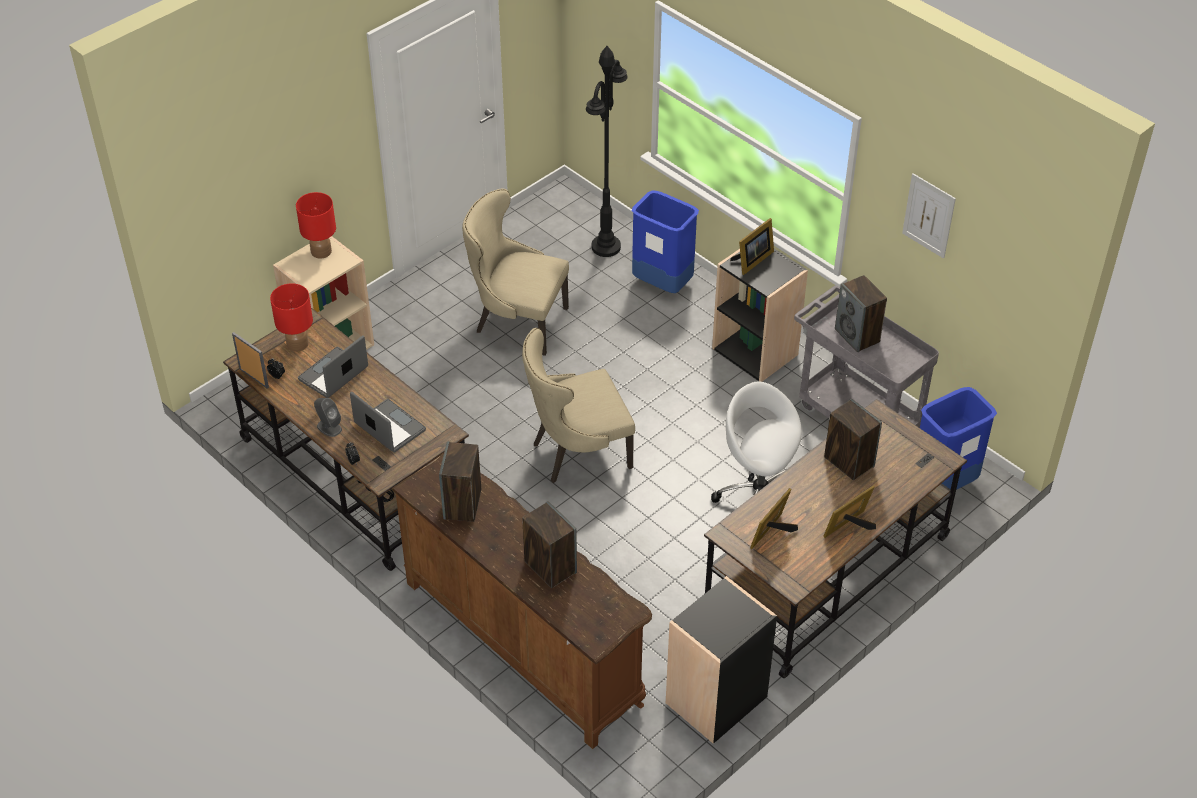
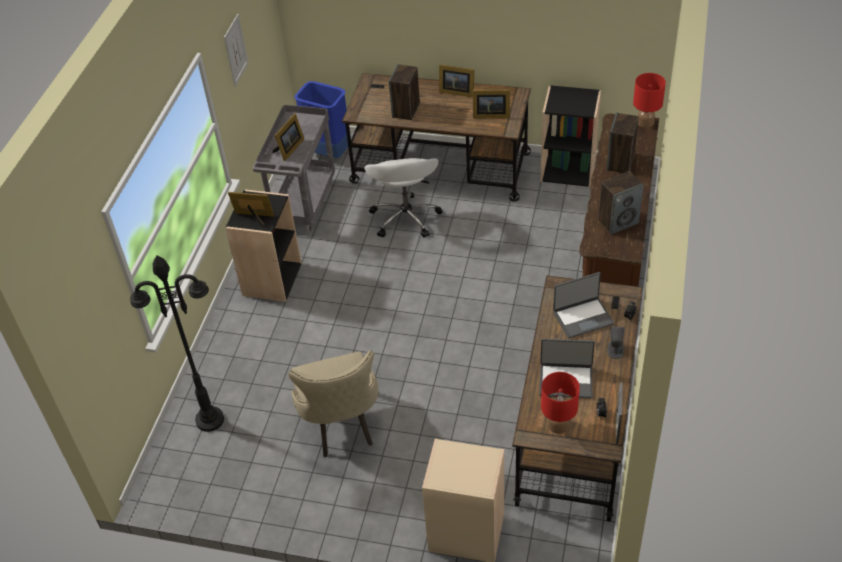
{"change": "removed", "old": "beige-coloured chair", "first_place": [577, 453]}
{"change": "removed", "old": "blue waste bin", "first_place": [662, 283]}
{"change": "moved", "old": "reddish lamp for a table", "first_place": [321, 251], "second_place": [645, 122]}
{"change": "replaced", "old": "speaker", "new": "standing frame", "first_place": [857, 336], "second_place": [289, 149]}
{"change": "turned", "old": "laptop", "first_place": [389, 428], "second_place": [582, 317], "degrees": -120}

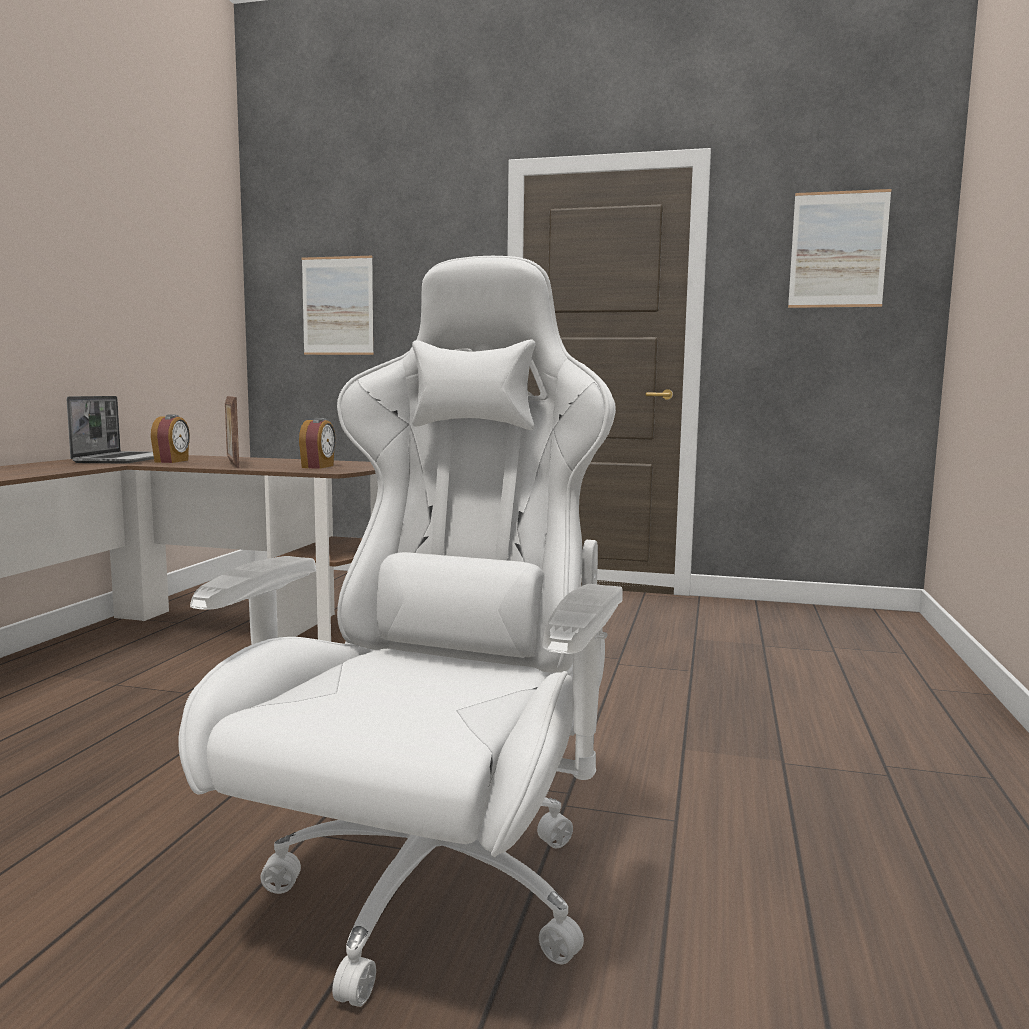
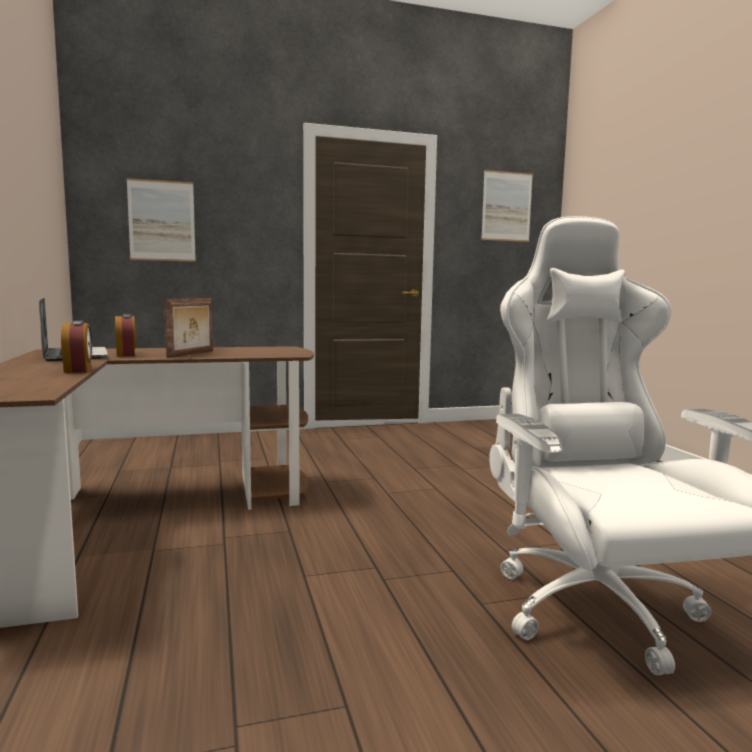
{"change": "moved", "old": "alarm clock", "first_place": [318, 467], "second_place": [79, 370]}
{"change": "turned", "old": "standing frame", "first_place": [232, 464], "second_place": [192, 354], "degrees": -105}

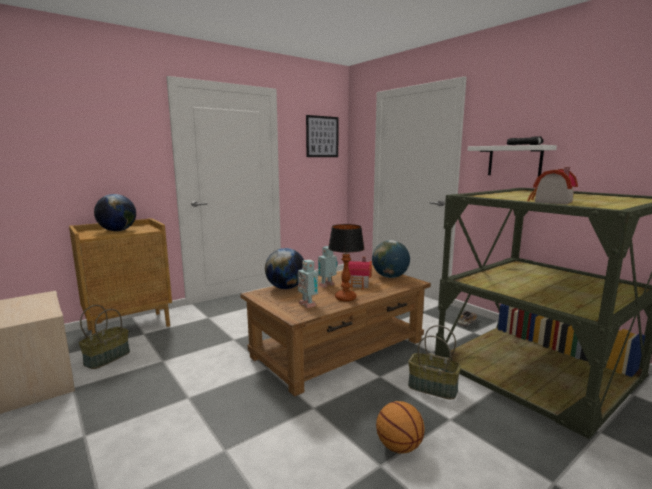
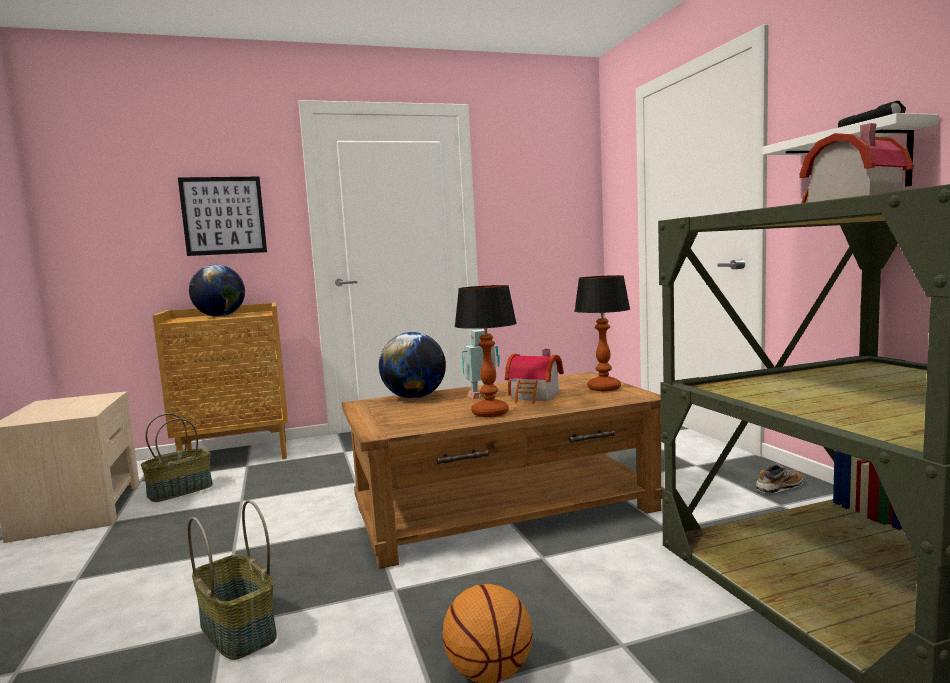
{"change": "removed", "old": "robot figure", "first_place": [308, 304]}
{"change": "moved", "old": "wall art", "first_place": [322, 136], "second_place": [223, 216]}
{"change": "moved", "old": "storage basket", "first_place": [432, 388], "second_place": [236, 631]}
{"change": "replaced", "old": "world globe", "new": "lamp for a table", "first_place": [390, 277], "second_place": [604, 388]}

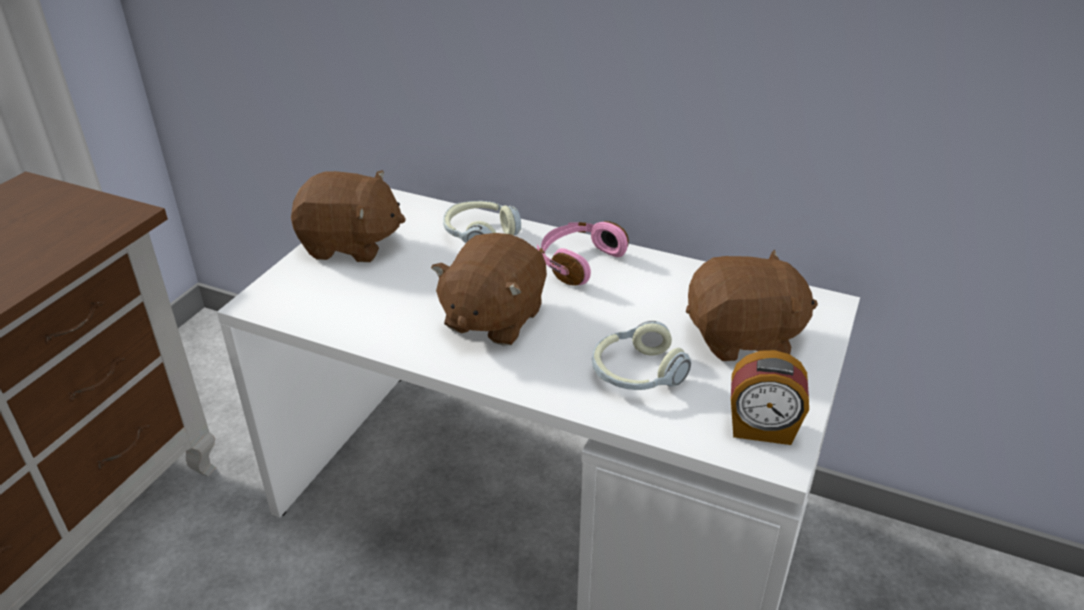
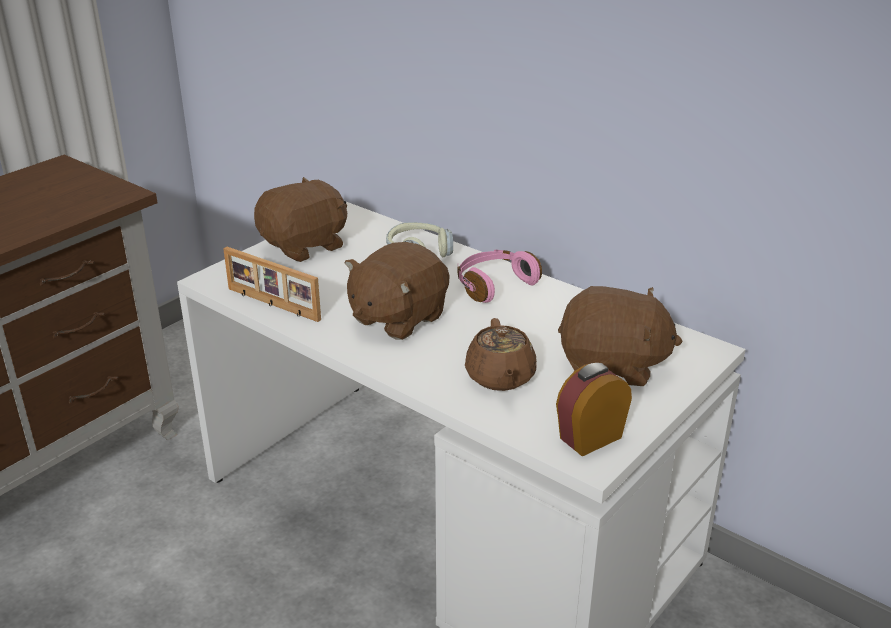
{"change": "added", "new": "standing frame", "second_place": [272, 305]}
{"change": "replaced", "old": "pair of headphones", "new": "brown tea pot", "first_place": [636, 373], "second_place": [500, 378]}
{"change": "turned", "old": "brown plush toy", "first_place": [350, 245], "second_place": [305, 246], "degrees": -60}
{"change": "turned", "old": "alarm clock", "first_place": [762, 429], "second_place": [589, 437], "degrees": 120}

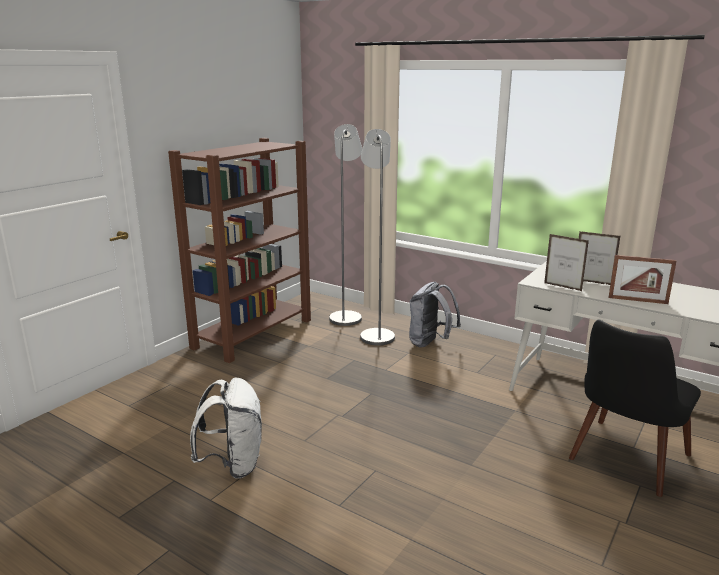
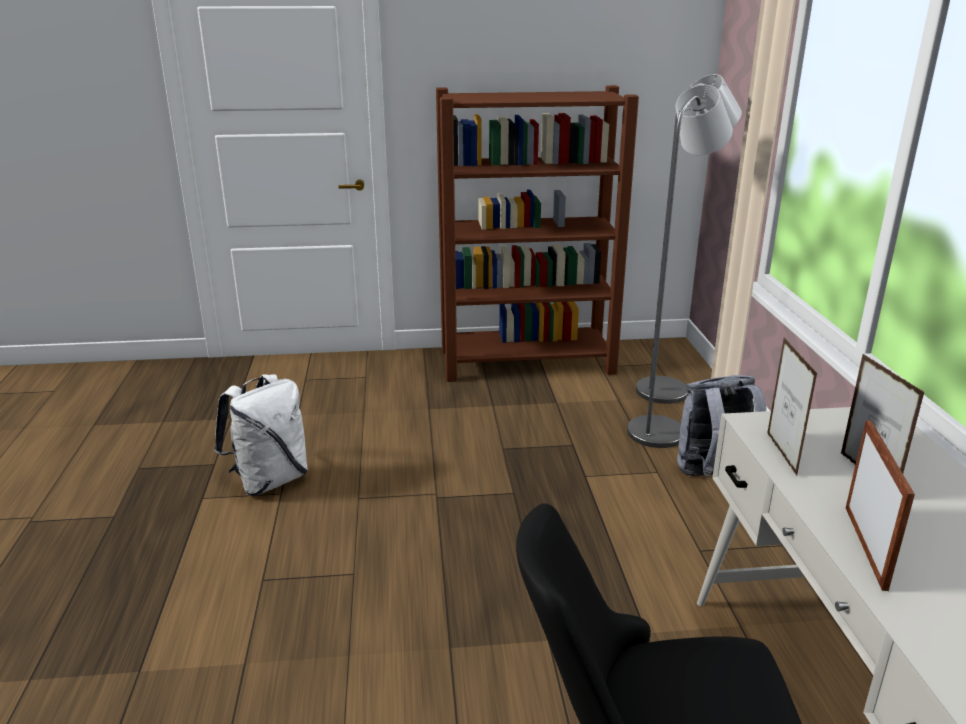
{"change": "turned", "old": "standing frame", "first_place": [637, 300], "second_place": [865, 546], "degrees": -150}

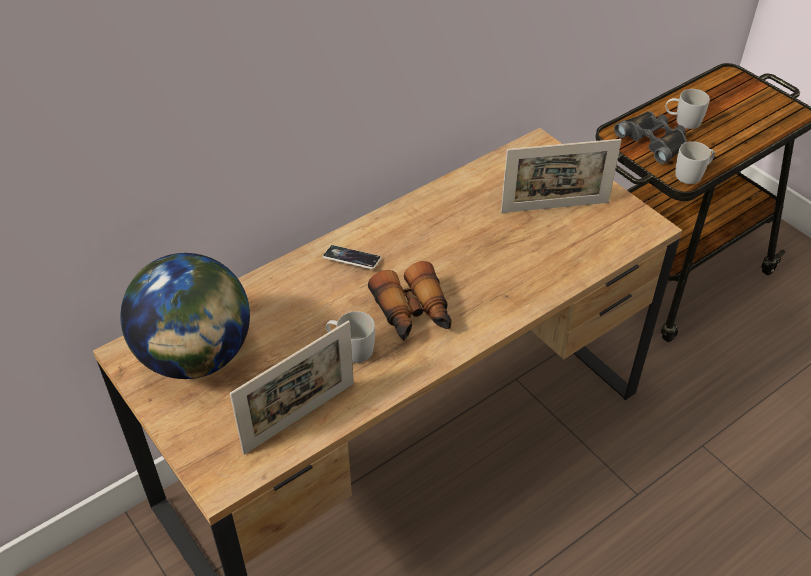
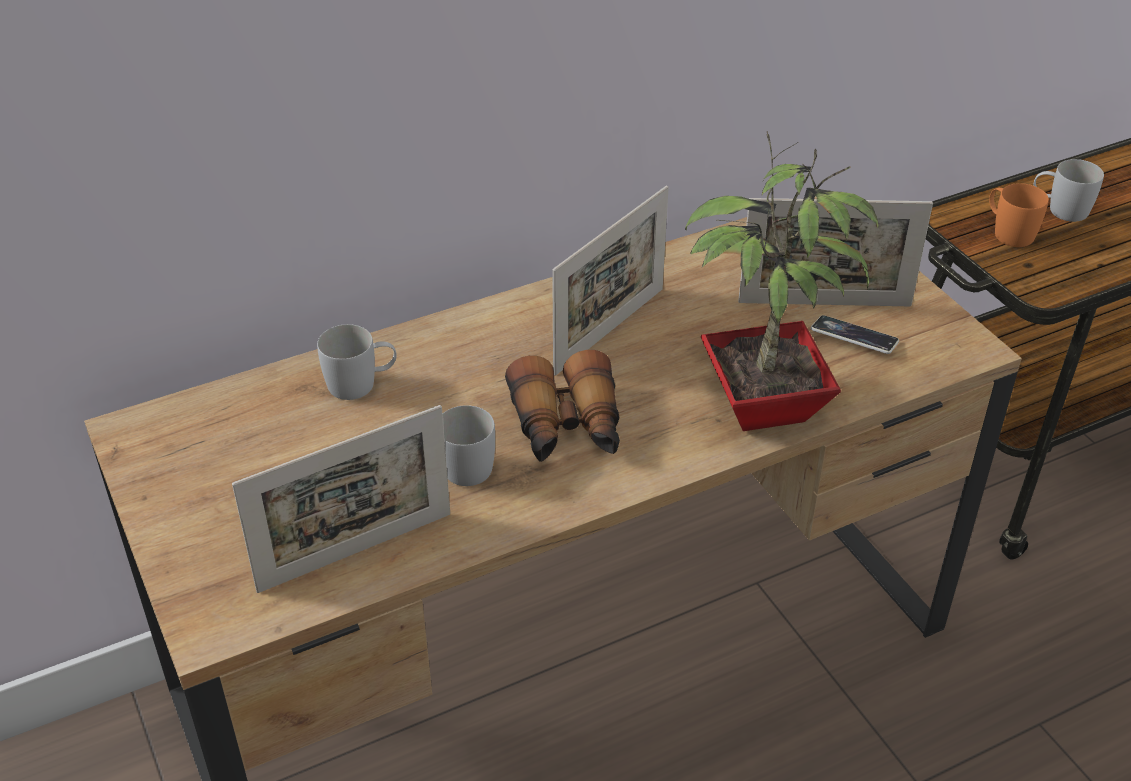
{"change": "removed", "old": "world globe", "first_place": [196, 356]}
{"change": "added", "new": "standing frame", "second_place": [609, 330]}
{"change": "added", "new": "plant in a pot", "second_place": [757, 407]}
{"change": "moved", "old": "handset", "first_place": [352, 260], "second_place": [853, 339]}
{"change": "moved", "old": "white-coloured tea mug", "first_place": [693, 174], "second_place": [361, 383]}
{"change": "replaced", "old": "black pair of binoculars", "new": "orange-coloured tea mug", "first_place": [654, 140], "second_place": [1007, 232]}

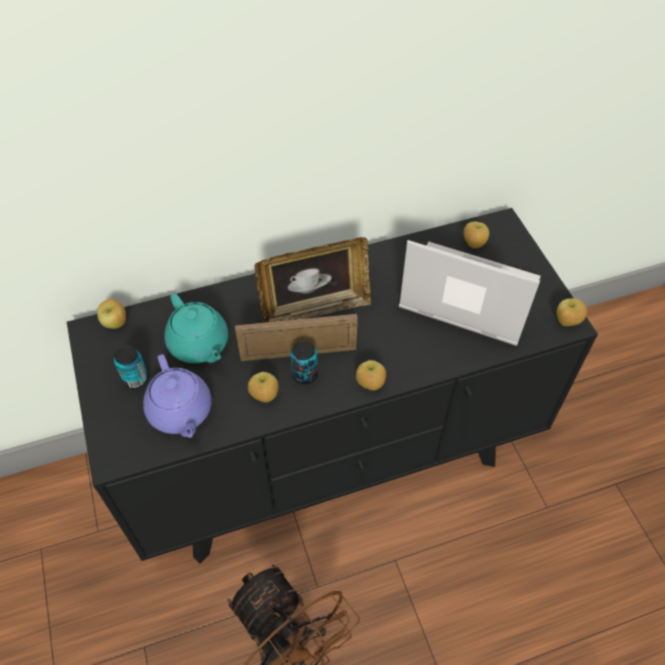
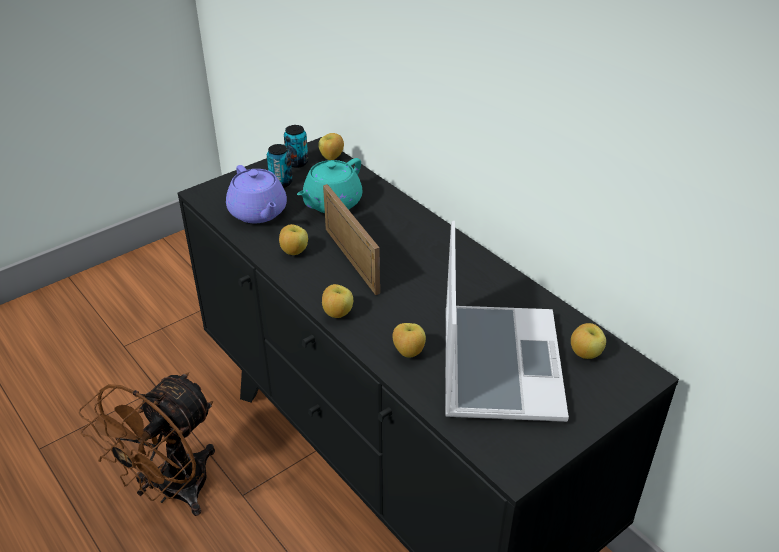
{"change": "removed", "old": "standing frame", "first_place": [315, 308]}
{"change": "moved", "old": "sealed can", "first_place": [305, 374], "second_place": [297, 162]}
{"change": "moved", "old": "whole apple", "first_place": [567, 321], "second_place": [408, 352]}
{"change": "turned", "old": "purple tea pot", "first_place": [180, 412], "second_place": [258, 212], "degrees": -75}

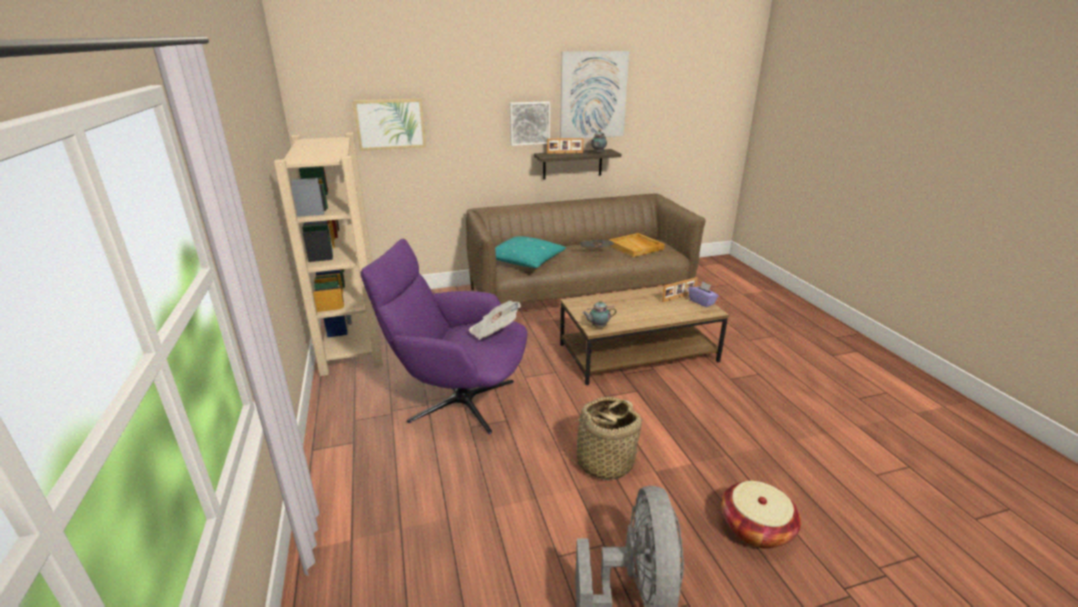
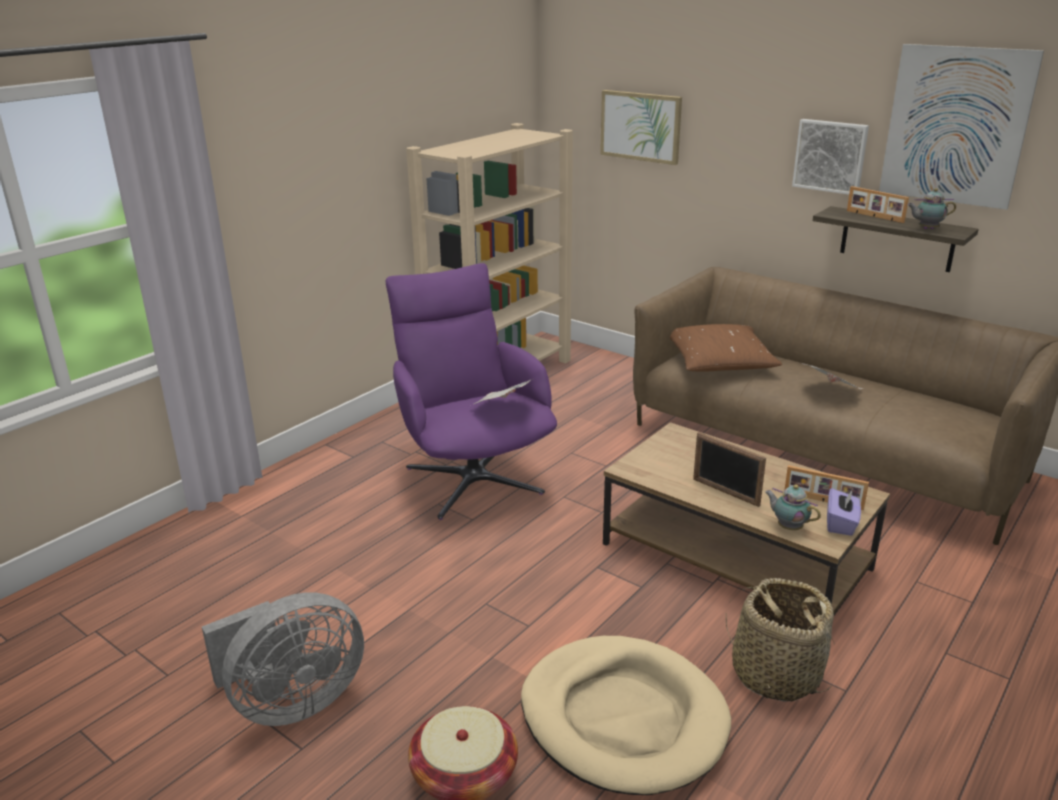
{"change": "removed", "old": "beige-coloured carrying tray", "first_place": [636, 247]}
{"change": "added", "new": "beige-coloured dog bed", "second_place": [623, 718]}
{"change": "added", "new": "standing frame", "second_place": [725, 492]}
{"change": "moved", "old": "storage basket", "first_place": [604, 462], "second_place": [775, 674]}
{"change": "moved", "old": "tea pot", "first_place": [598, 327], "second_place": [788, 527]}
{"change": "recoloured", "old": "turquoise cushion", "new": "brown cushion", "first_place": [525, 261], "second_place": [719, 362]}

